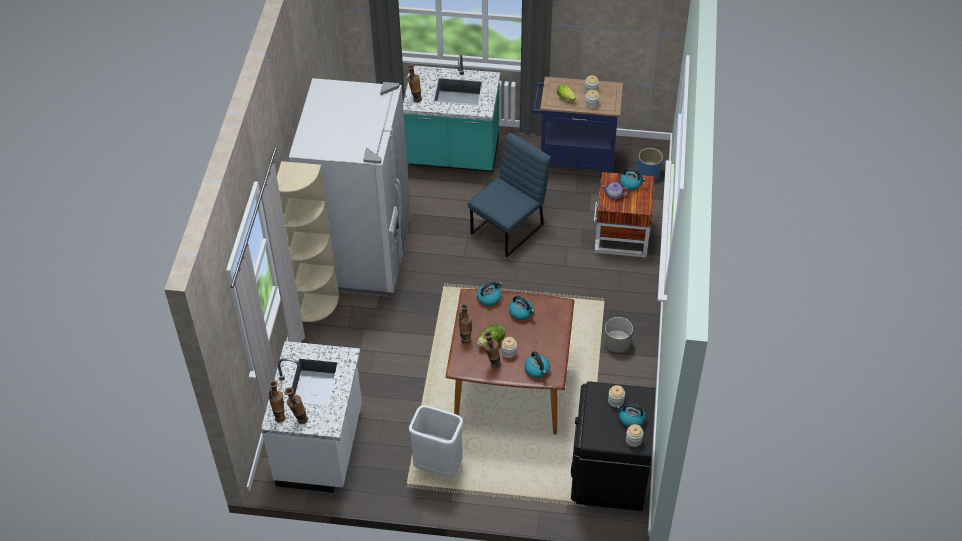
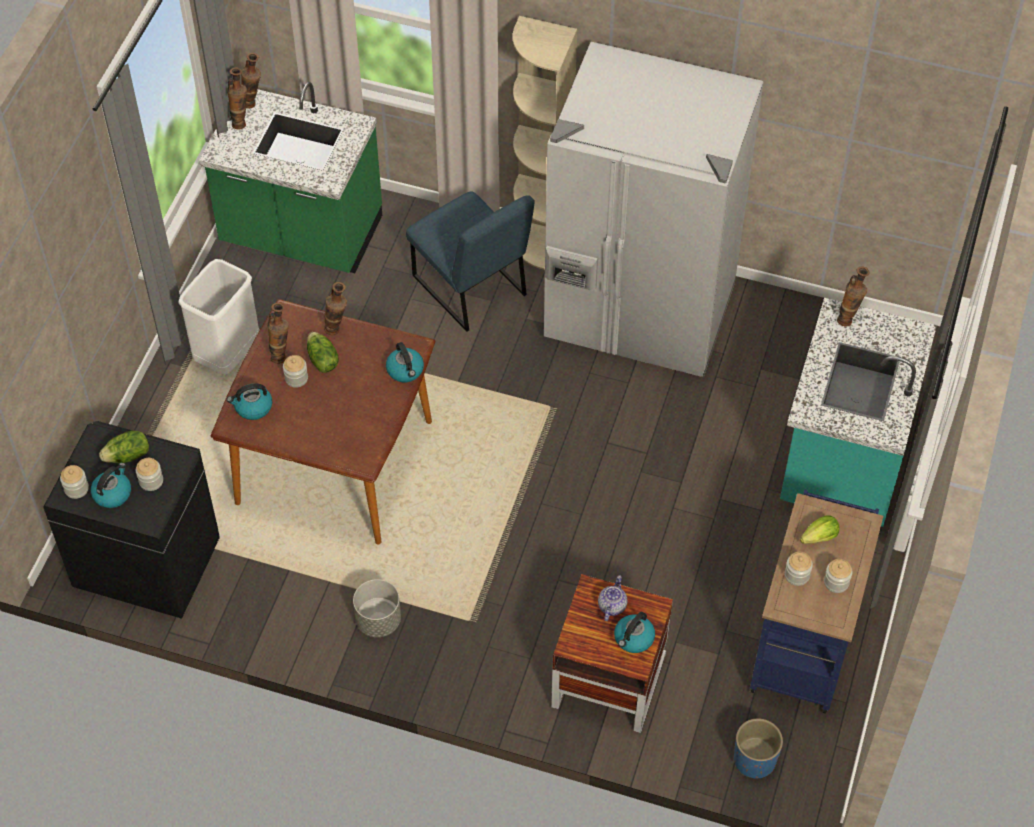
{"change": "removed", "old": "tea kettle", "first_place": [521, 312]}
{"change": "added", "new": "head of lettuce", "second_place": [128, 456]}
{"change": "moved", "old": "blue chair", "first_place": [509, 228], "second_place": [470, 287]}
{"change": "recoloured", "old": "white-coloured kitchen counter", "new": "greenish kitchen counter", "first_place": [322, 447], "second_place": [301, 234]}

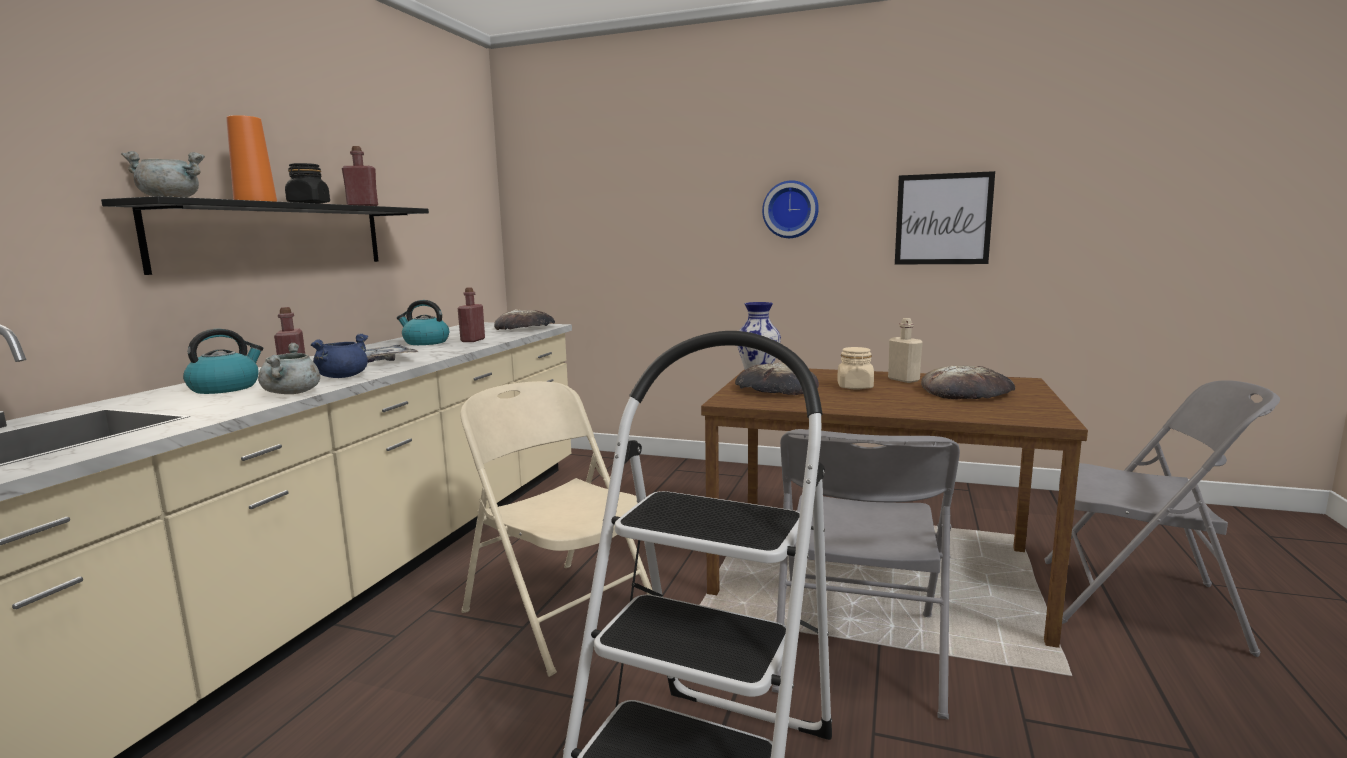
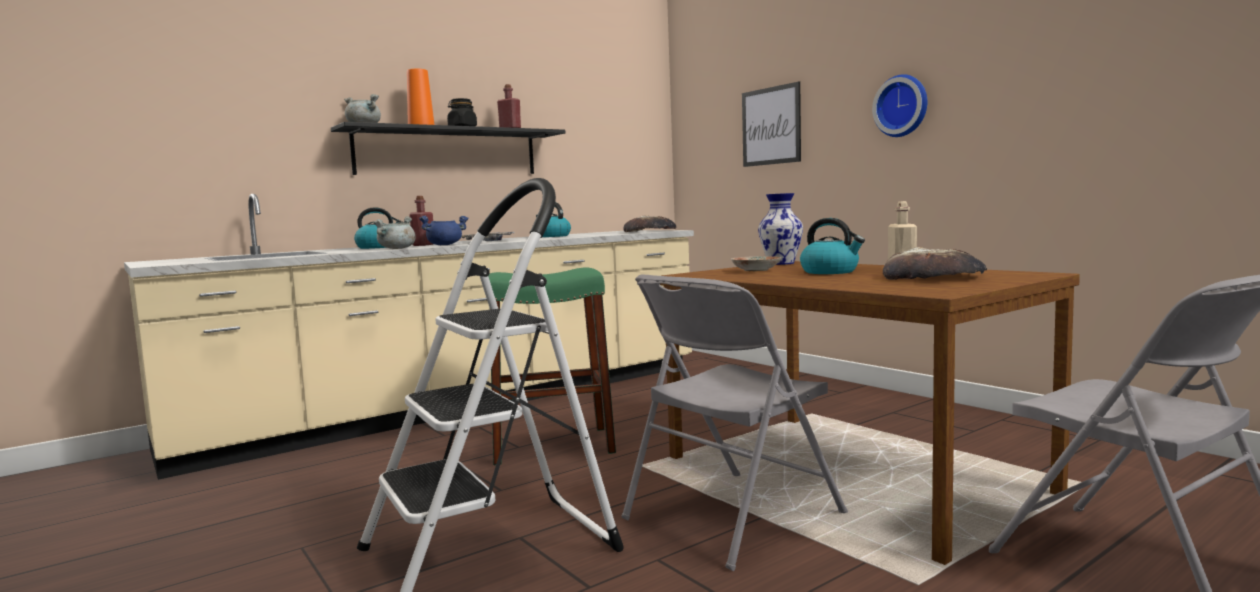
{"change": "removed", "old": "reddish beverage bottle", "first_place": [473, 340]}
{"change": "moved", "old": "wall art", "first_place": [943, 219], "second_place": [771, 126]}
{"change": "replaced", "old": "beige-coloured chair", "new": "greenish stool seat", "first_place": [561, 613], "second_place": [552, 445]}
{"change": "replaced", "old": "bread", "new": "plate", "first_place": [776, 388], "second_place": [755, 270]}
{"change": "replaced", "old": "beige-coloured storage jar", "new": "tea kettle", "first_place": [855, 387], "second_place": [830, 272]}

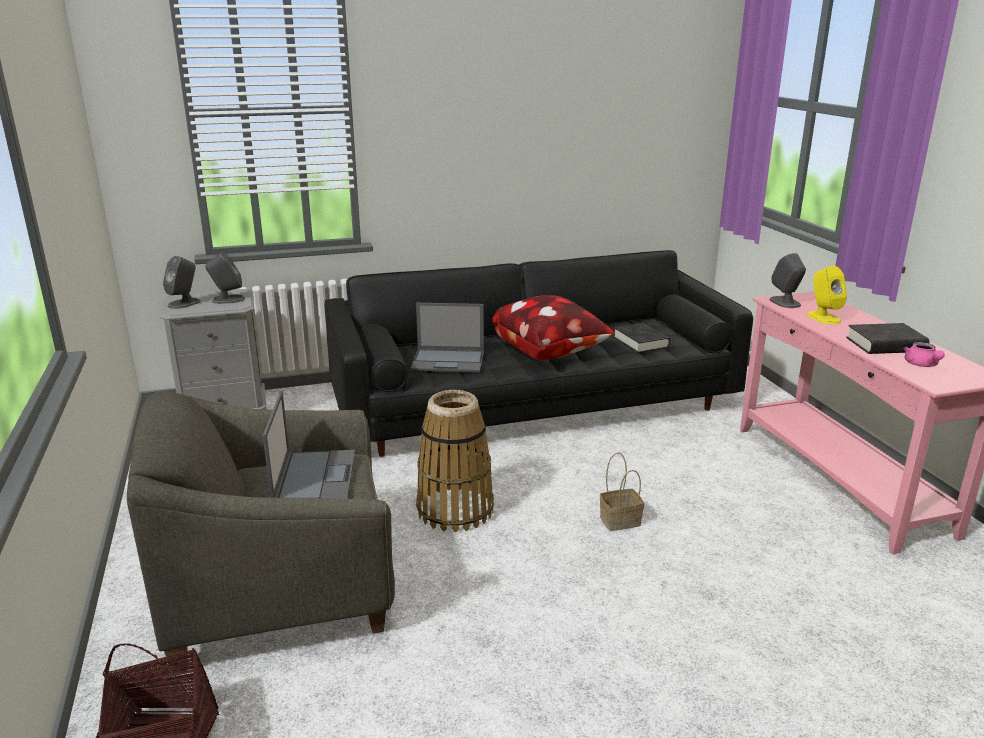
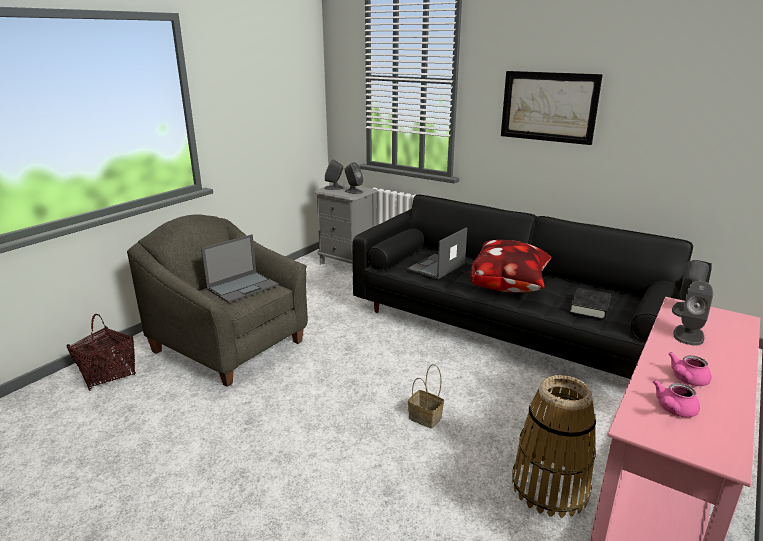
{"change": "added", "new": "wall art", "second_place": [549, 107]}
{"change": "moved", "old": "storage basket", "first_place": [455, 510], "second_place": [549, 487]}
{"change": "replaced", "old": "black volume", "new": "pink tea pot", "first_place": [885, 345], "second_place": [686, 380]}
{"change": "recoloured", "old": "yellowish speaker", "new": "grey speaker", "first_place": [823, 317], "second_place": [688, 335]}
{"change": "turned", "old": "laptop", "first_place": [449, 361], "second_place": [436, 267], "degrees": 75}

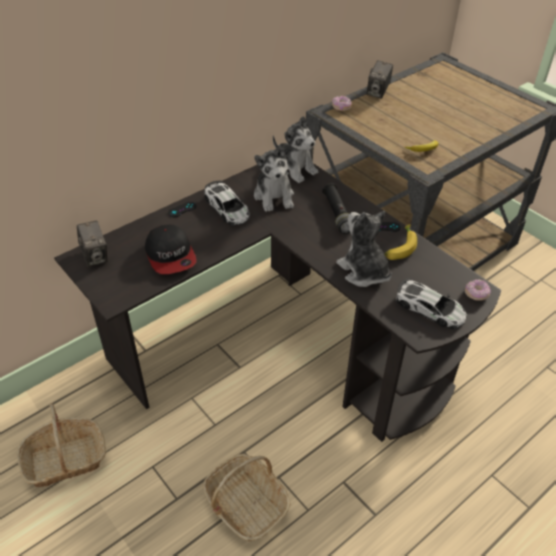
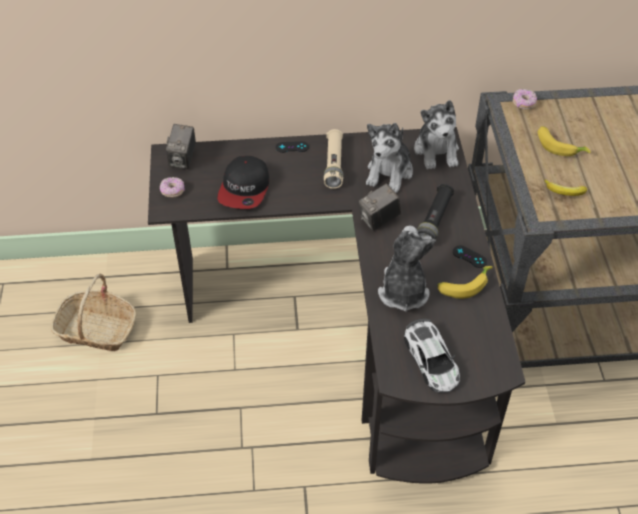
{"change": "removed", "old": "storage basket", "first_place": [245, 504]}
{"change": "added", "new": "whole banana", "second_place": [560, 146]}
{"change": "moved", "old": "still camera", "first_place": [378, 92], "second_place": [379, 220]}
{"change": "moved", "old": "donut", "first_place": [476, 294], "second_place": [172, 191]}
{"change": "replaced", "old": "model car", "new": "beige-coloured torch", "first_place": [227, 208], "second_place": [334, 165]}

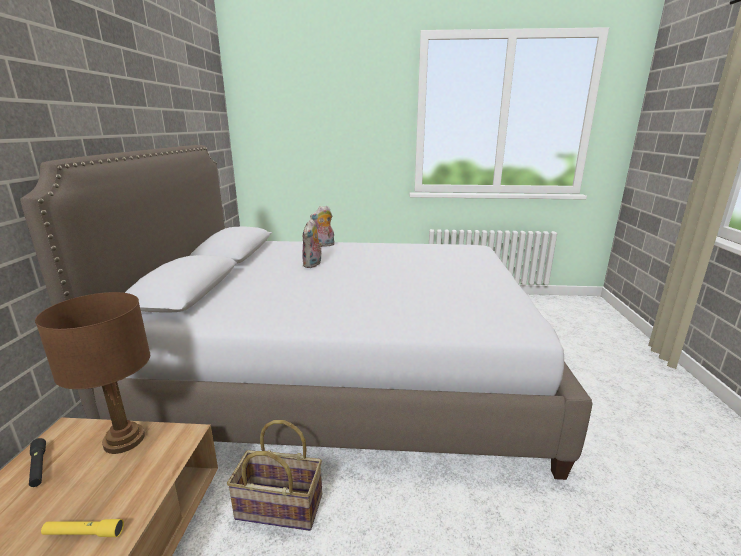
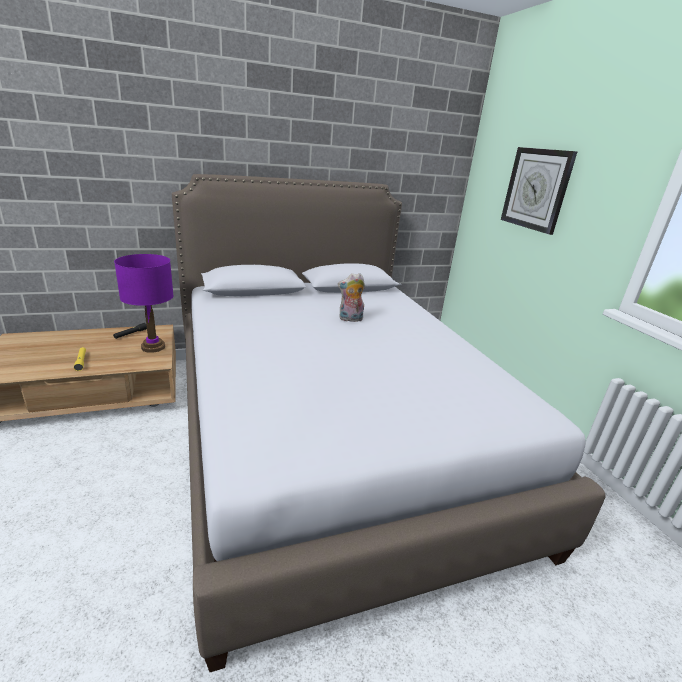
{"change": "removed", "old": "storage basket", "first_place": [278, 508]}
{"change": "removed", "old": "plush toy", "first_place": [324, 245]}
{"change": "added", "new": "hanging clock", "second_place": [536, 189]}
{"change": "recoloured", "old": "brown lamp for a table", "new": "purple lamp for a table", "first_place": [124, 440], "second_place": [153, 347]}

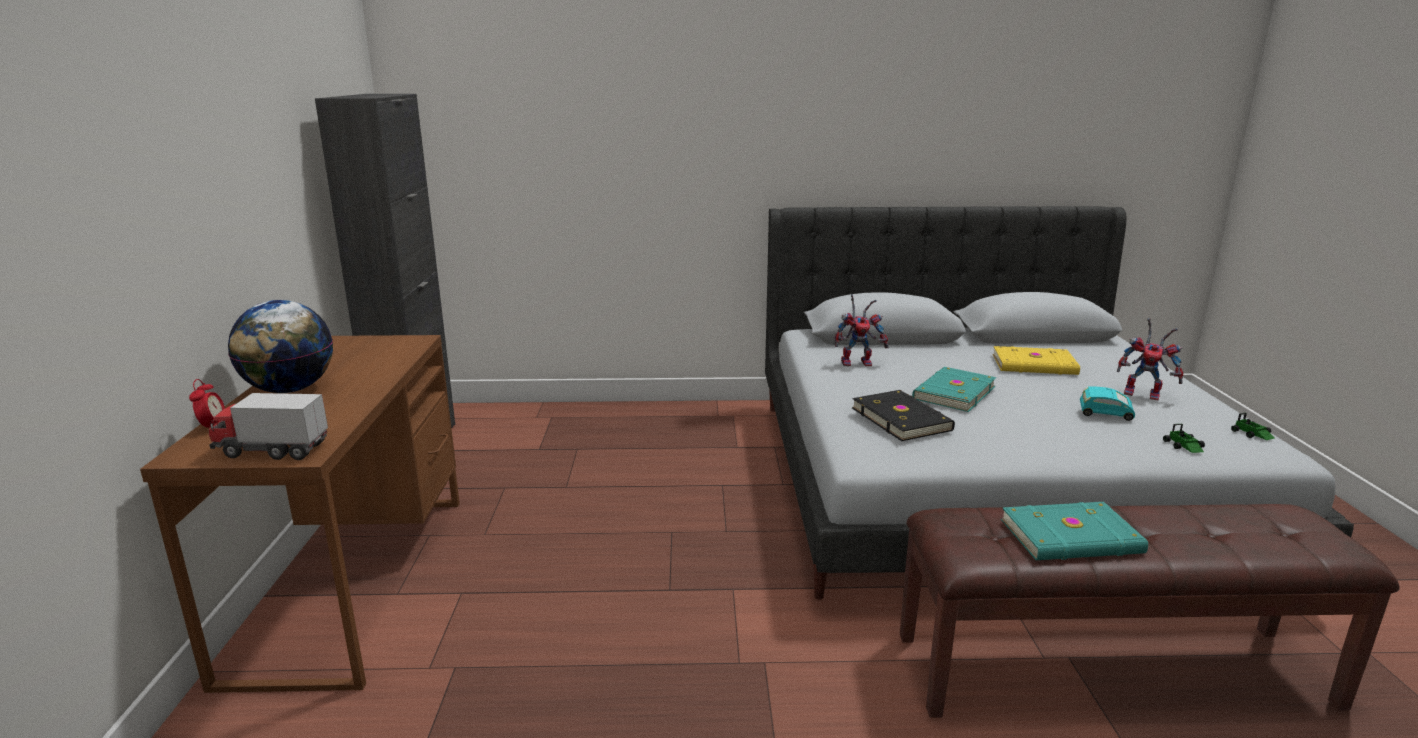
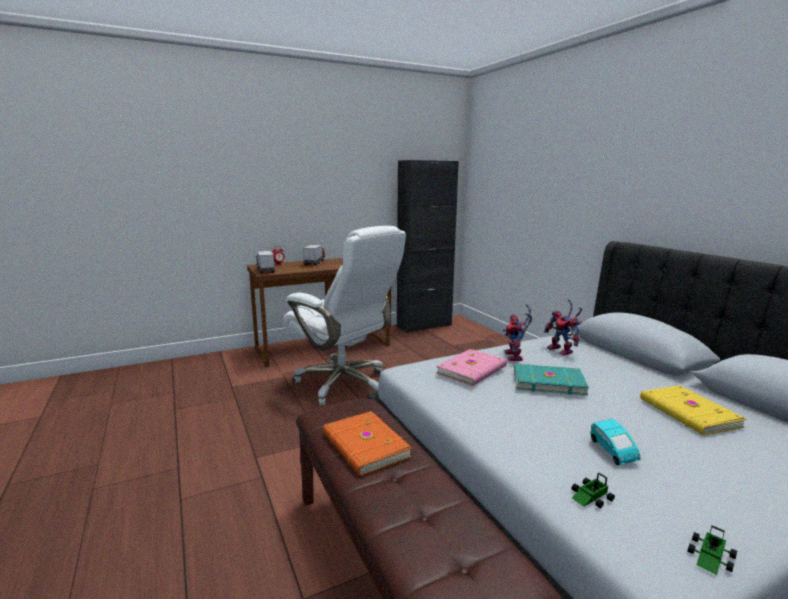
{"change": "added", "new": "white-coloured office chair", "second_place": [344, 386]}
{"change": "moved", "old": "robot figure", "first_place": [1145, 394], "second_place": [515, 357]}
{"change": "replaced", "old": "world globe", "new": "toy lorry", "first_place": [289, 390], "second_place": [314, 262]}
{"change": "recoloured", "old": "black volume", "new": "pink volume", "first_place": [902, 419], "second_place": [473, 370]}
{"change": "recoloured", "old": "turquoise volume", "new": "orange-coloured volume", "first_place": [1072, 538], "second_place": [364, 446]}

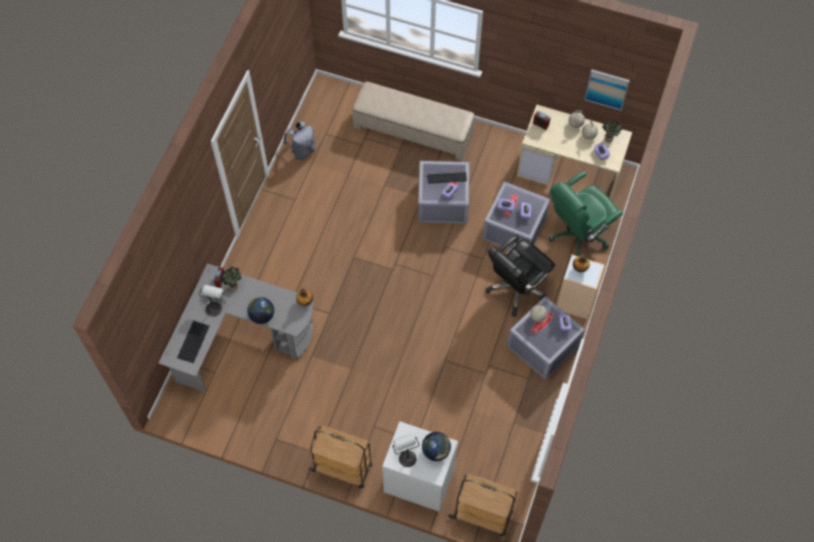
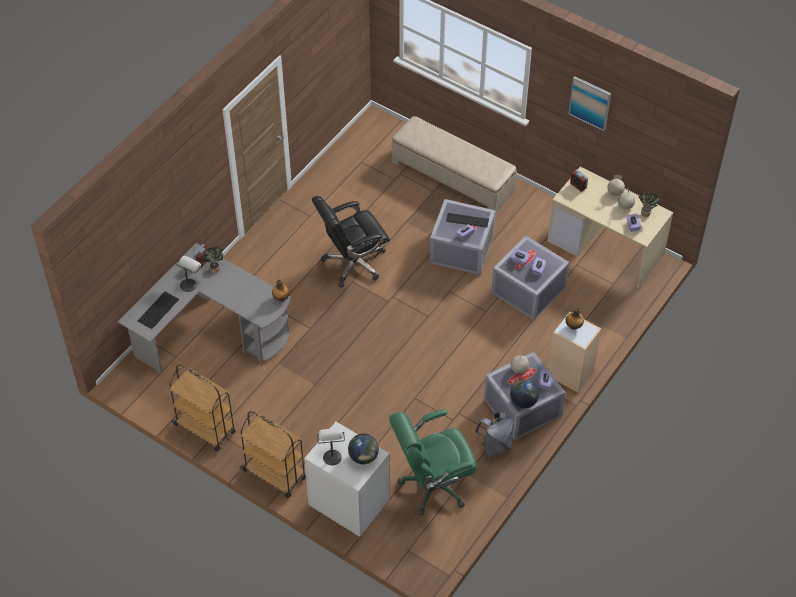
{"change": "moved", "old": "world globe", "first_place": [262, 316], "second_place": [523, 402]}
{"change": "moved", "old": "grey backpack", "first_place": [302, 150], "second_place": [495, 445]}
{"change": "moved", "old": "brown trolley", "first_place": [482, 515], "second_place": [205, 429]}
{"change": "moved", "old": "black office chair", "first_place": [517, 288], "second_place": [353, 263]}
{"change": "moved", "old": "greenish office chair", "first_place": [577, 236], "second_place": [432, 486]}
{"change": "moved", "old": "wall art", "first_place": [607, 89], "second_place": [590, 102]}

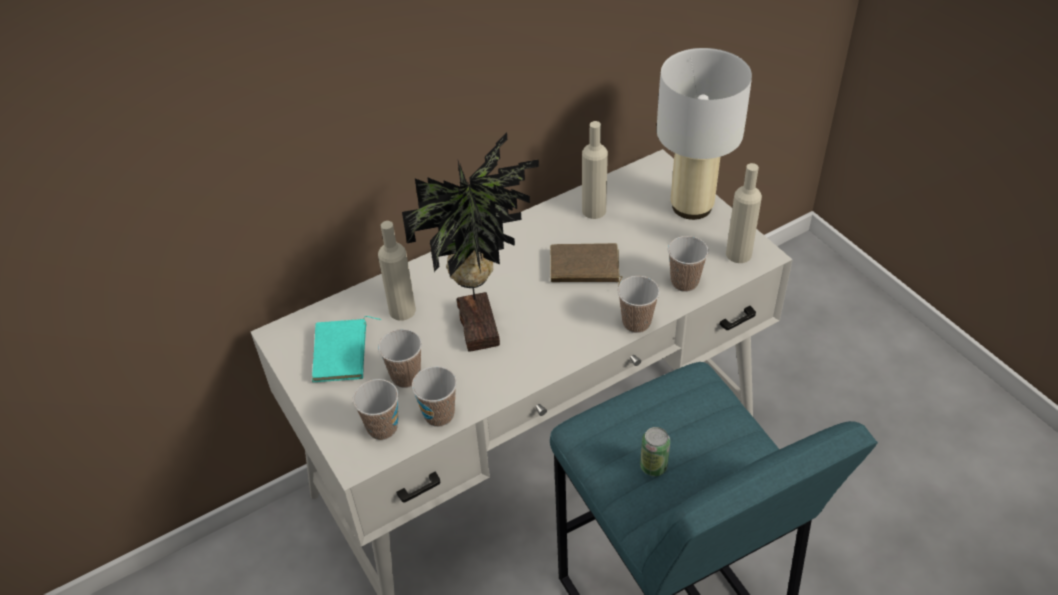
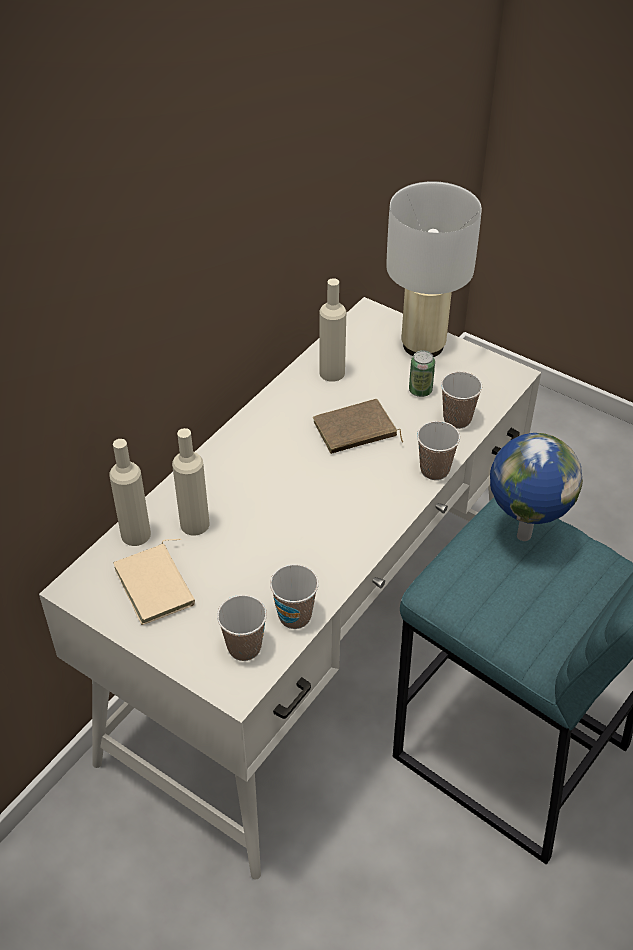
{"change": "removed", "old": "small cup", "first_place": [406, 377]}
{"change": "removed", "old": "plant in a pot", "first_place": [482, 324]}
{"change": "added", "new": "world globe", "second_place": [522, 535]}
{"change": "moved", "old": "sealed can", "first_place": [653, 466], "second_place": [420, 390]}
{"change": "moved", "old": "beige-coloured beverage bottle", "first_place": [738, 254], "second_place": [136, 534]}
{"change": "recoloured", "old": "turquoise volume", "new": "beige-coloured volume", "first_place": [343, 353], "second_place": [157, 586]}

